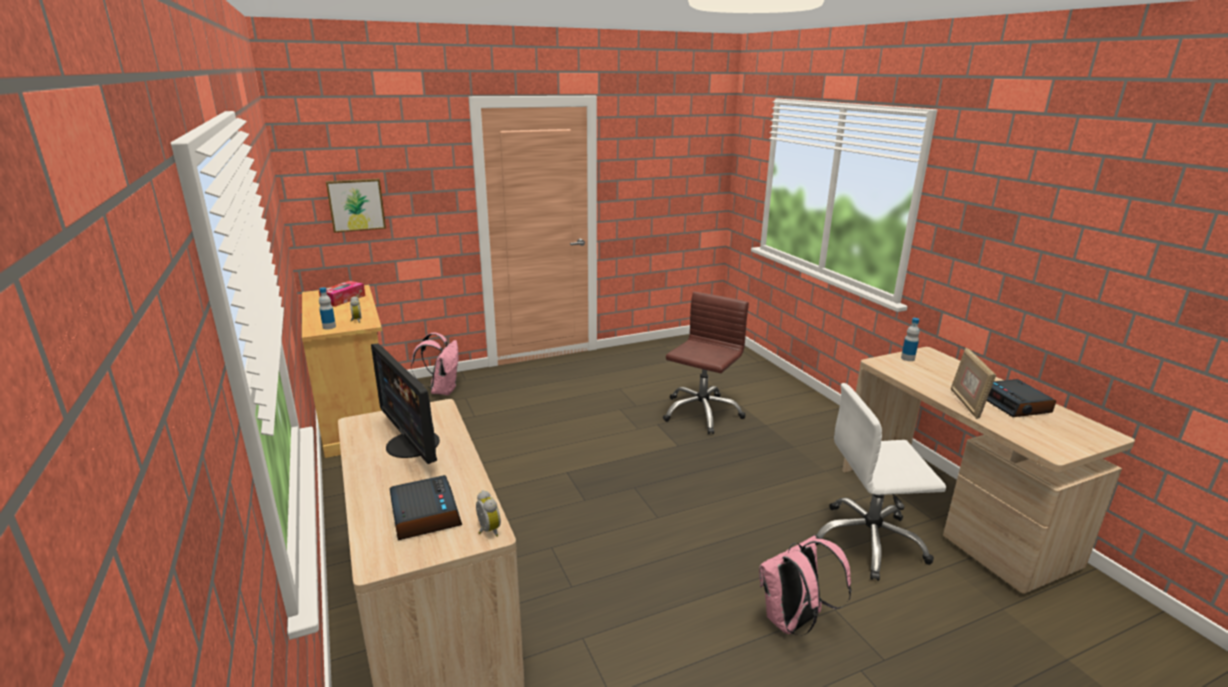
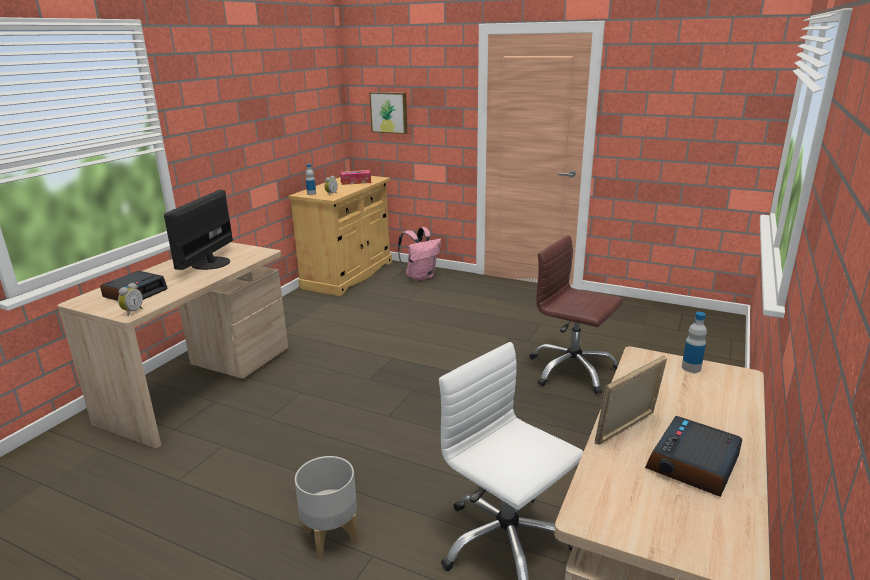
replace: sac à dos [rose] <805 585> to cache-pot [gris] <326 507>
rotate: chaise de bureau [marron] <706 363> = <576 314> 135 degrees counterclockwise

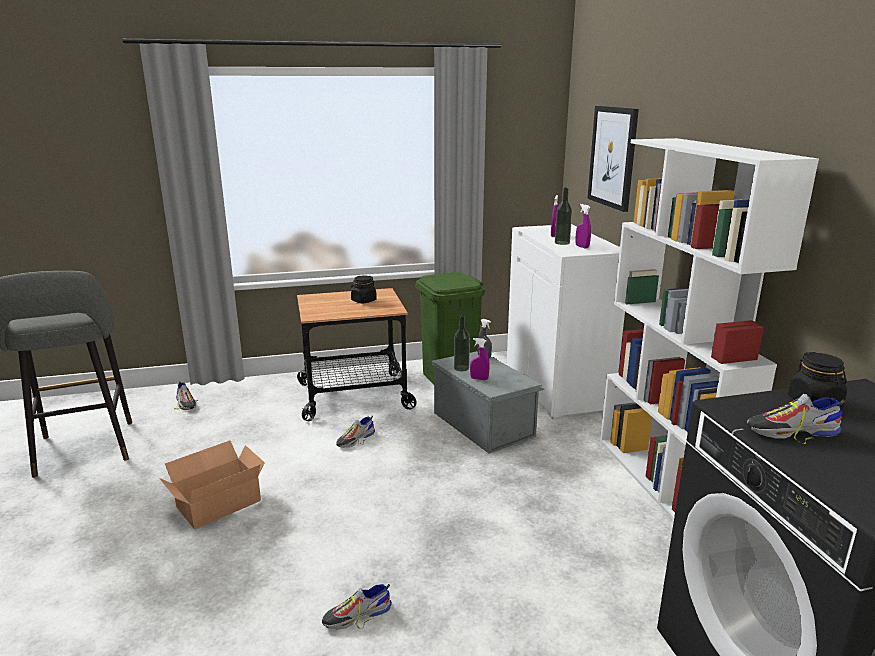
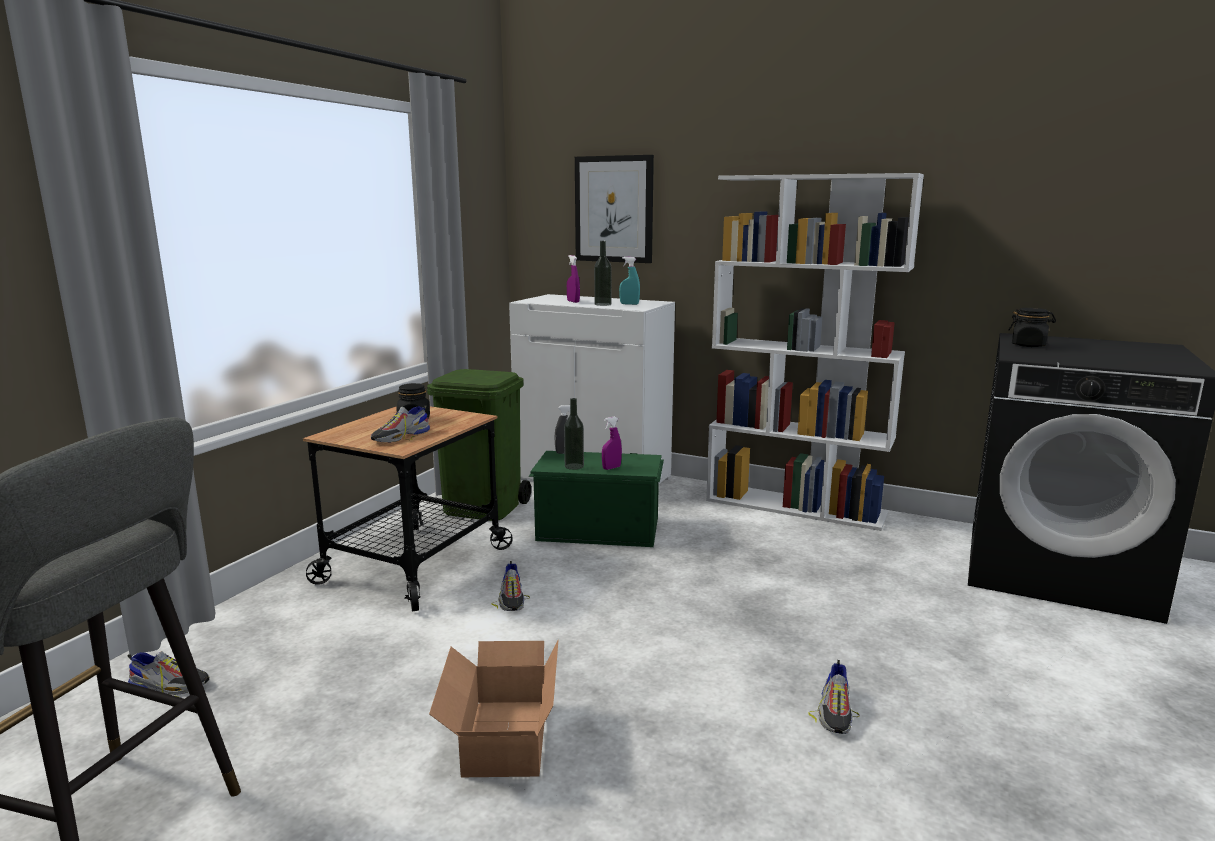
move: chaussure <796 419> to <400 424>
recolor: boîte de rangement [gris] <488 402> to boîte de rangement [vert] <596 499>; vaporisateur [violet] <583 226> to vaporisateur [turquoise] <629 281>

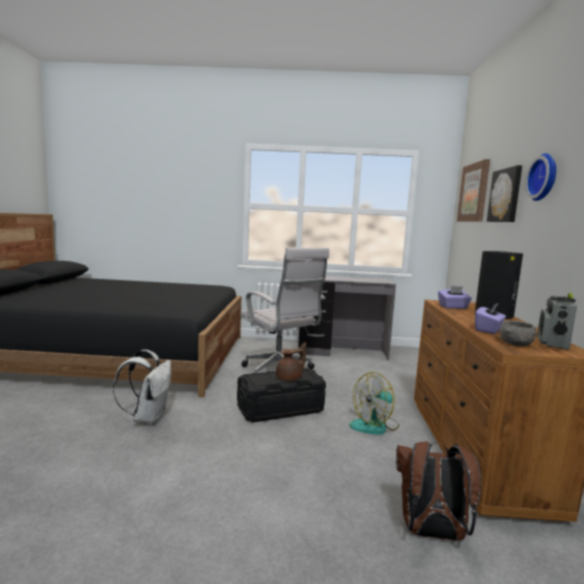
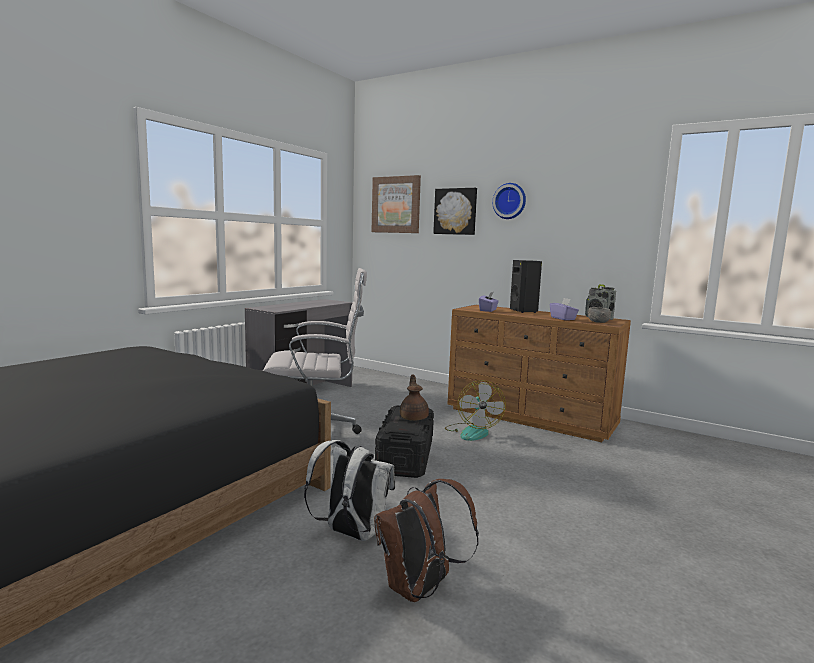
move: sac à dos [marron] <438 490> to <426 540>

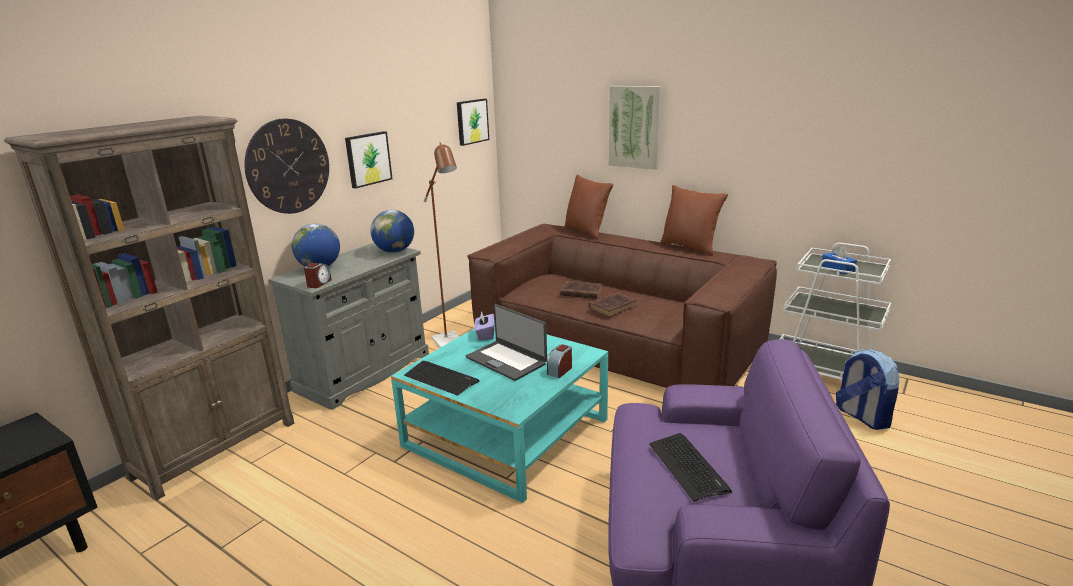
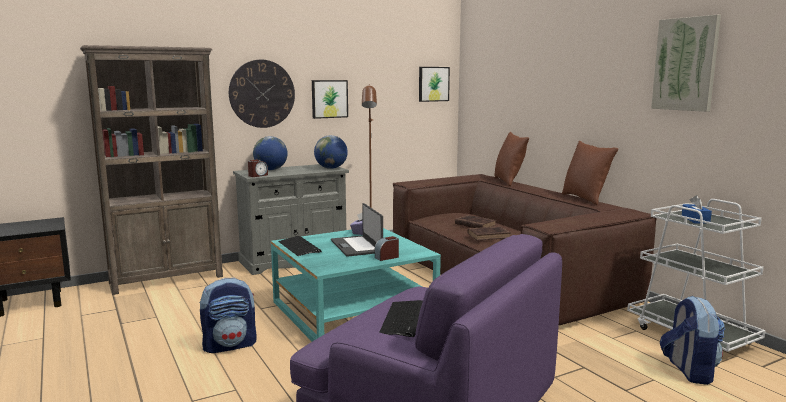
insert: sac à dos <228 315>
move: tableau <635 128> to <686 63>

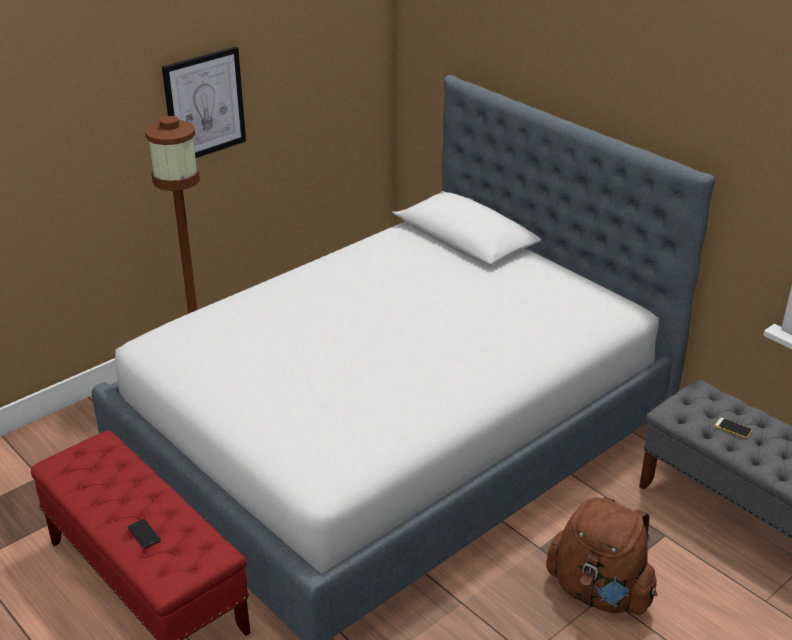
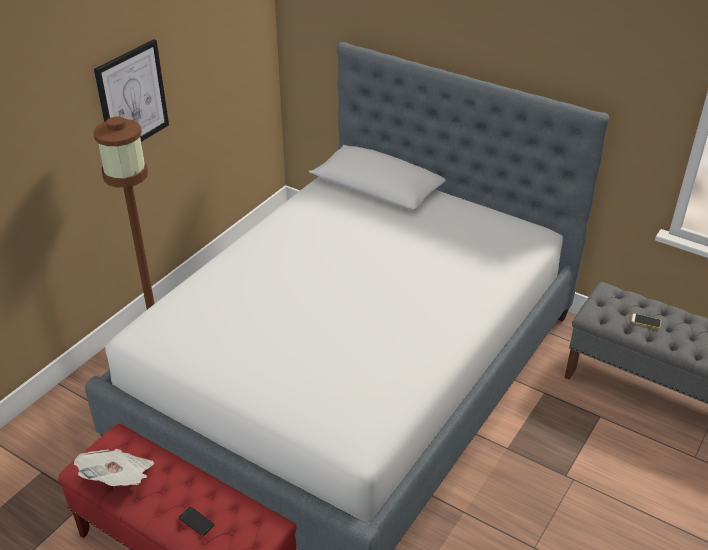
delete: sac à dos [marron] <602 556>
insert: journal <114 467>

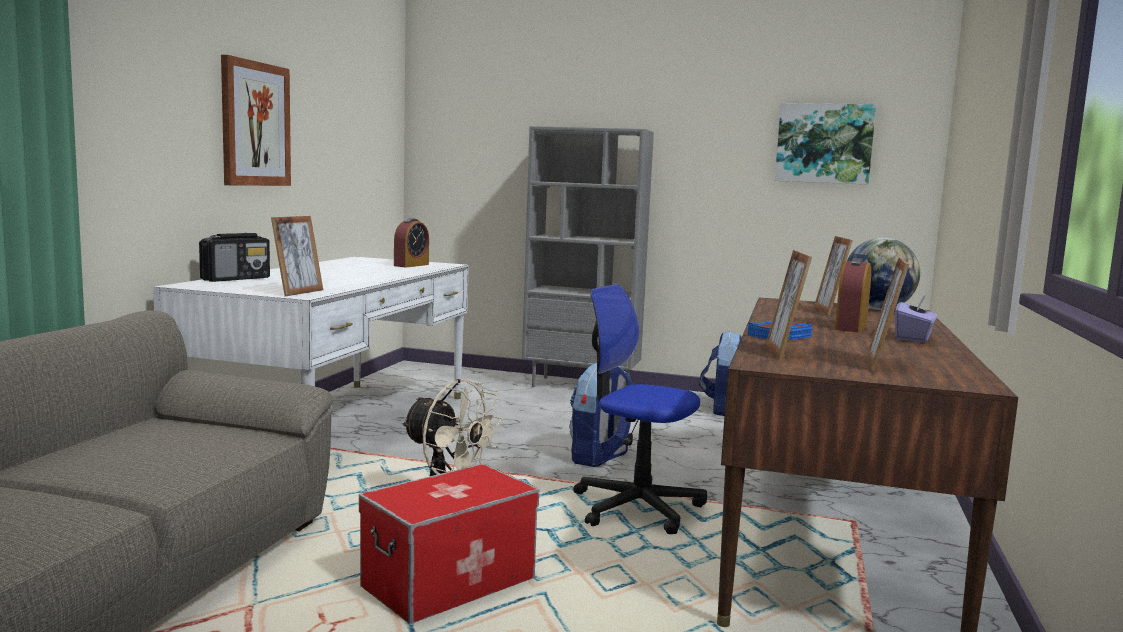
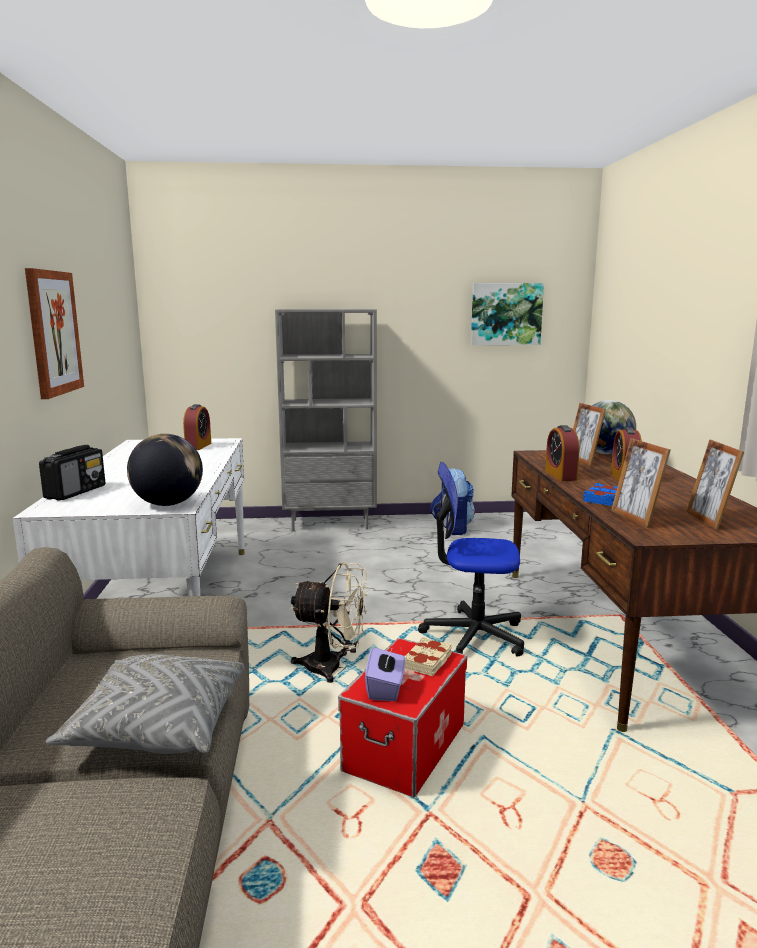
delete: sac à dos <601 415>
insert: coussin [gris] <145 704>; livre [beige] <428 656>; réveil <562 453>
move: boîte à mouchoirs [violet] <916 318> to <385 674>
replace: cadre photo <297 256> to globe <165 470>

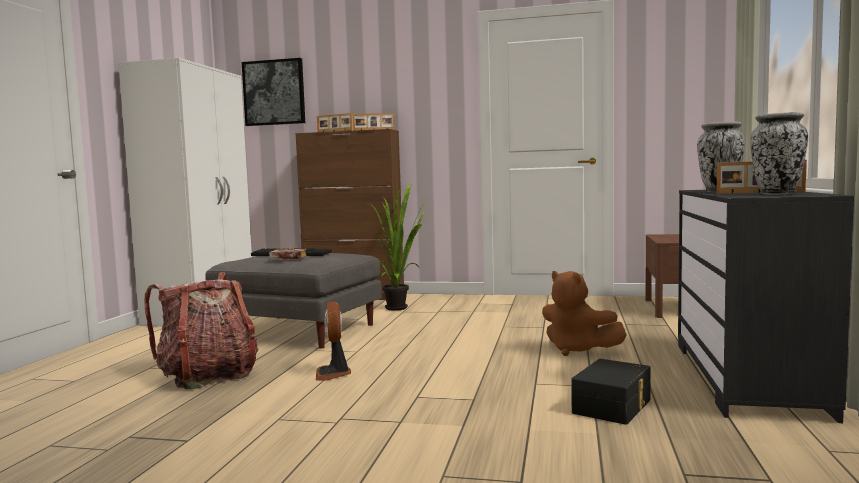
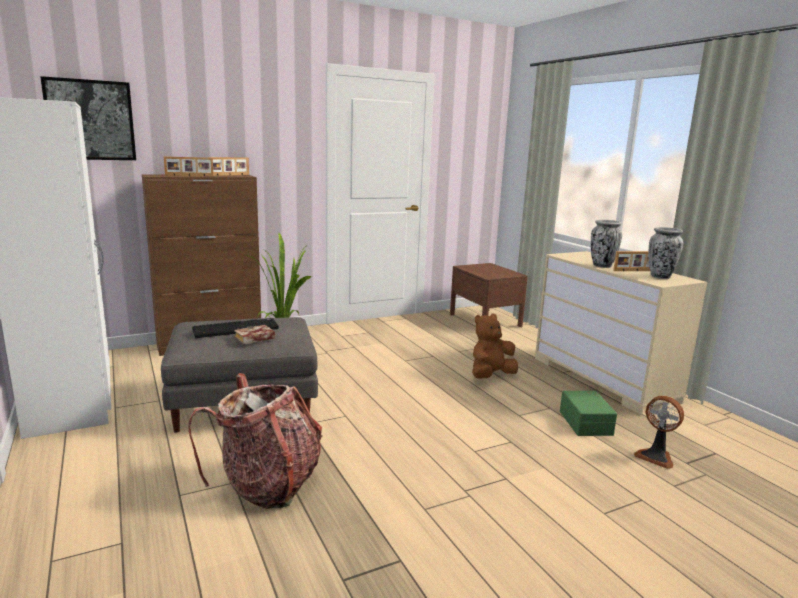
move: ventilateur <333 341> to <659 432>
recolor: boîte de rangement [noir] <611 392> to boîte de rangement [vert] <588 413>; commode [noir] <766 306> to commode [beige] <621 333>
rotate: peluche [marron] <584 313> = <495 346> 135 degrees clockwise

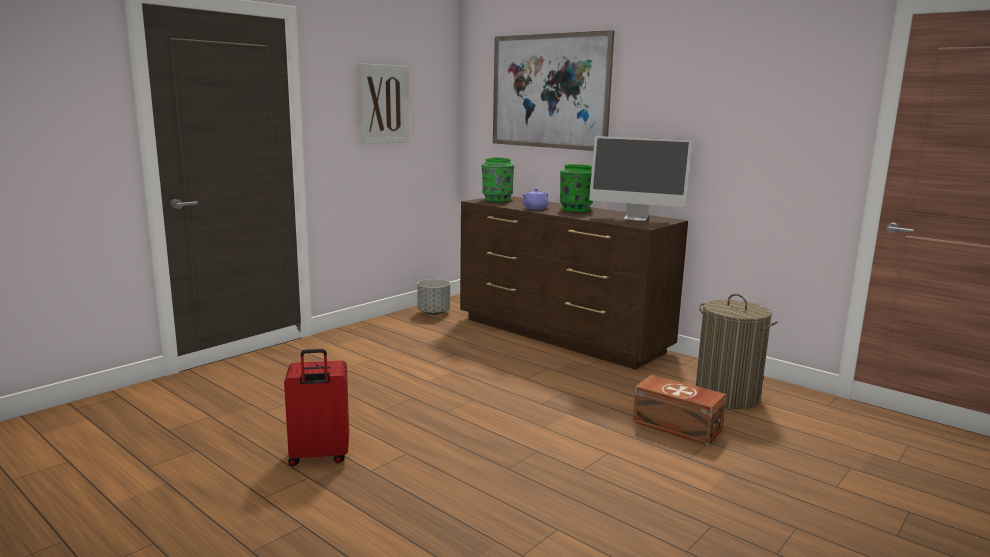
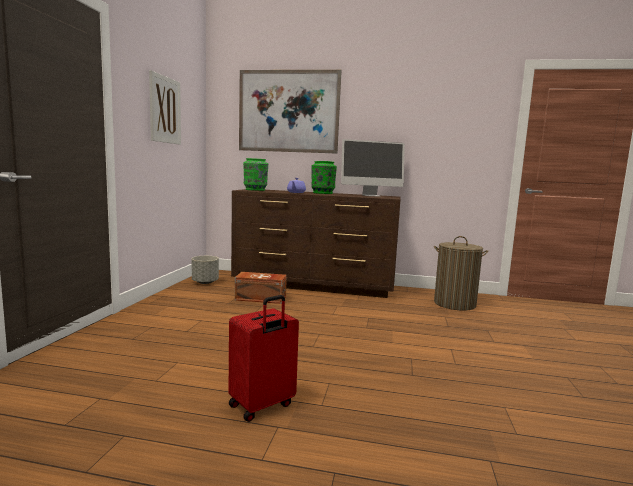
move: boîte de rangement [marron] <679 410> to <261 288>

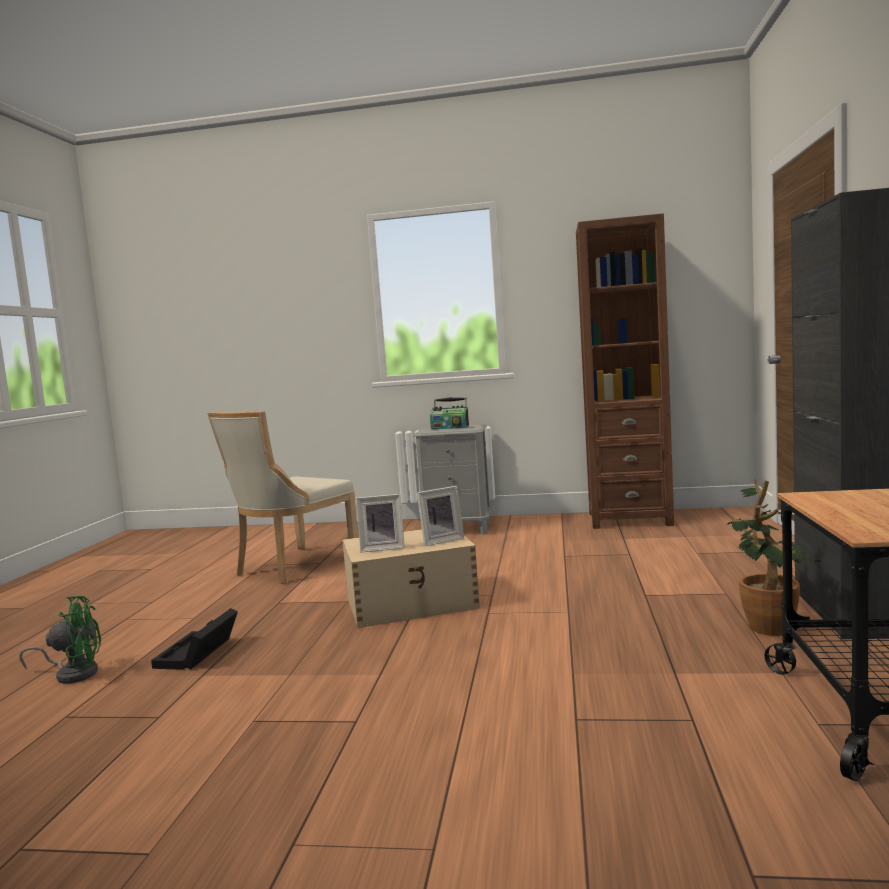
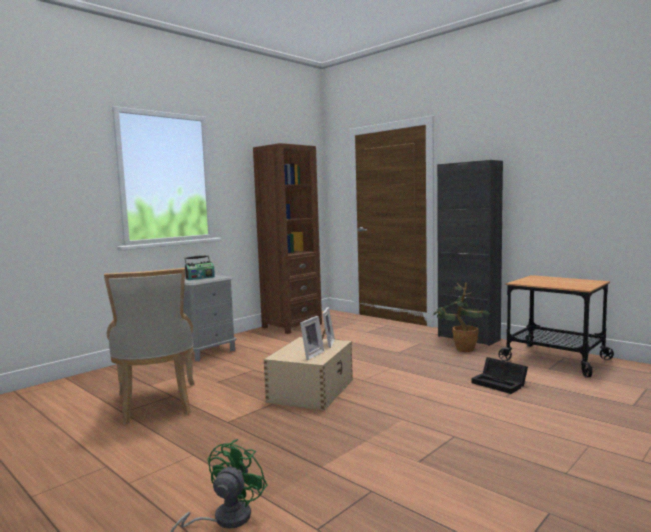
move: boîte de rangement [noir] <194 639> to <500 375>

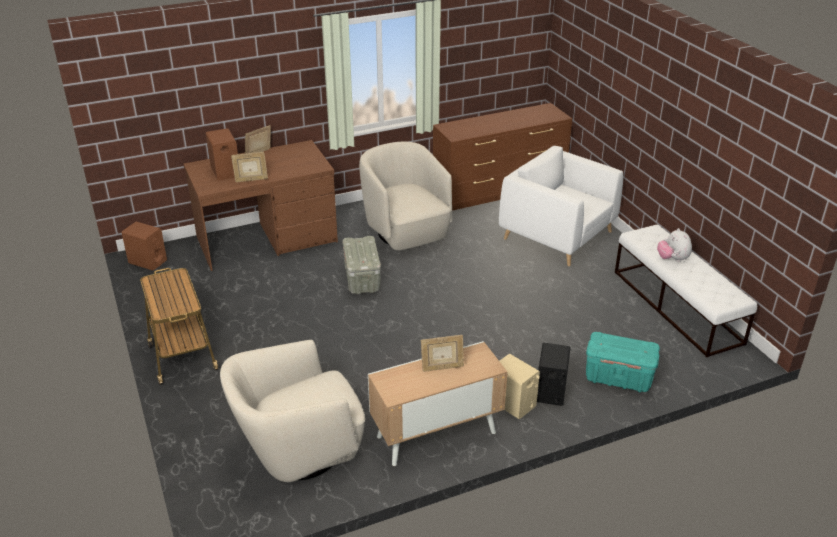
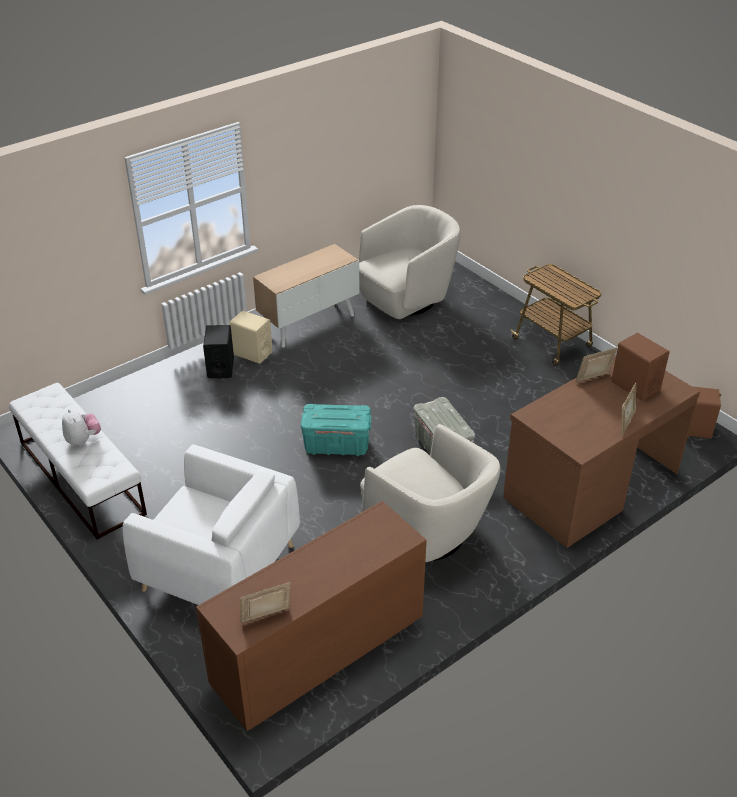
move: cadre photo <442 353> to <265 602>; boîte de rangement [turquoise] <623 362> to <336 430>

